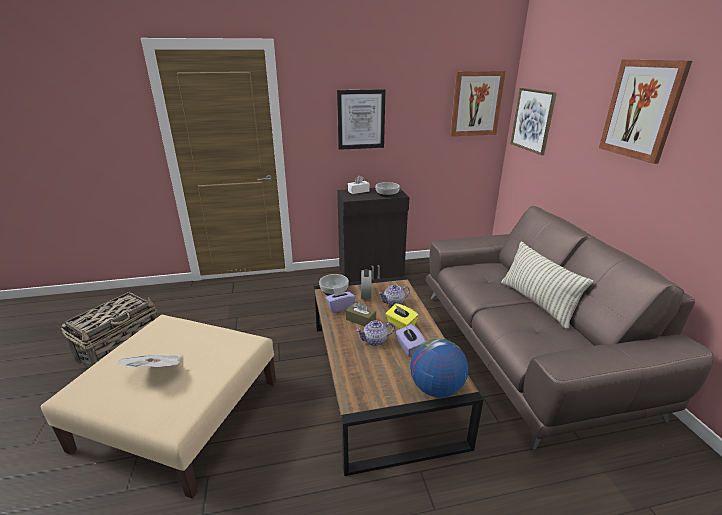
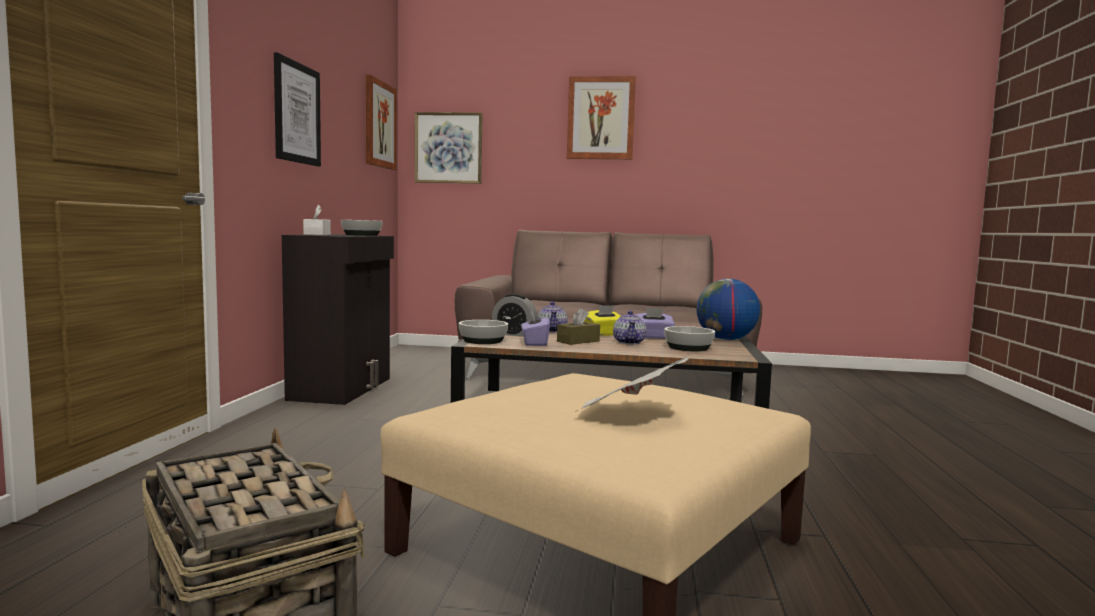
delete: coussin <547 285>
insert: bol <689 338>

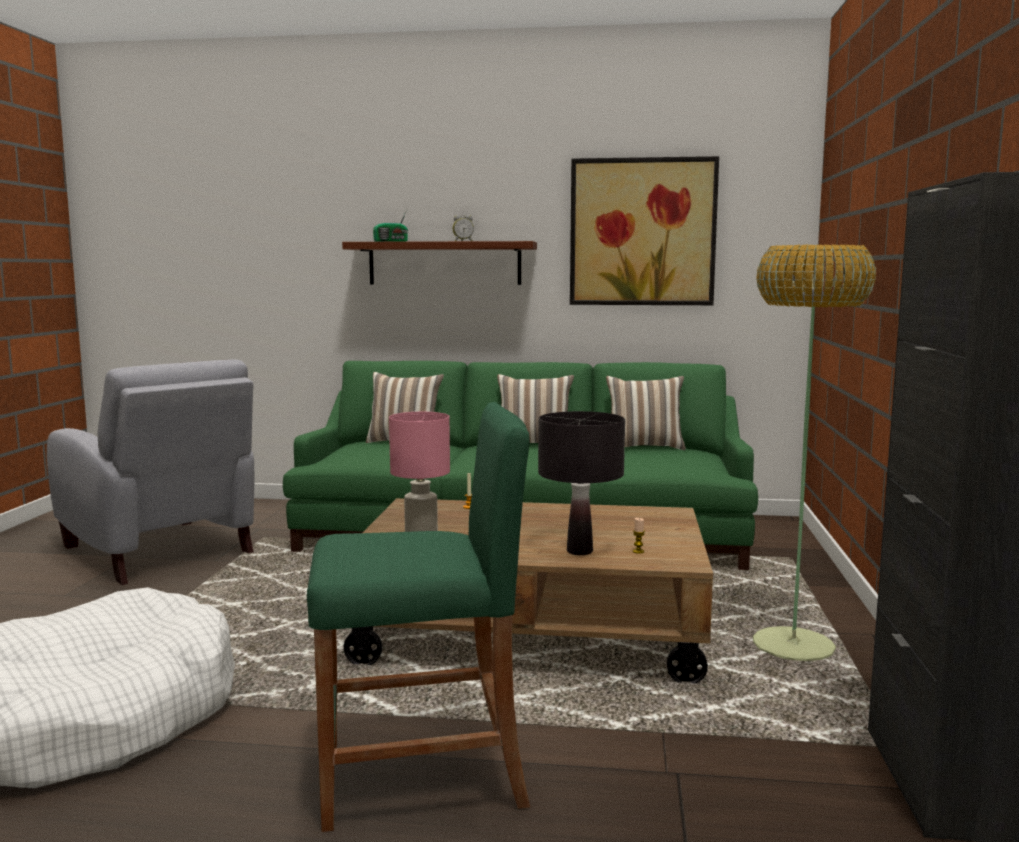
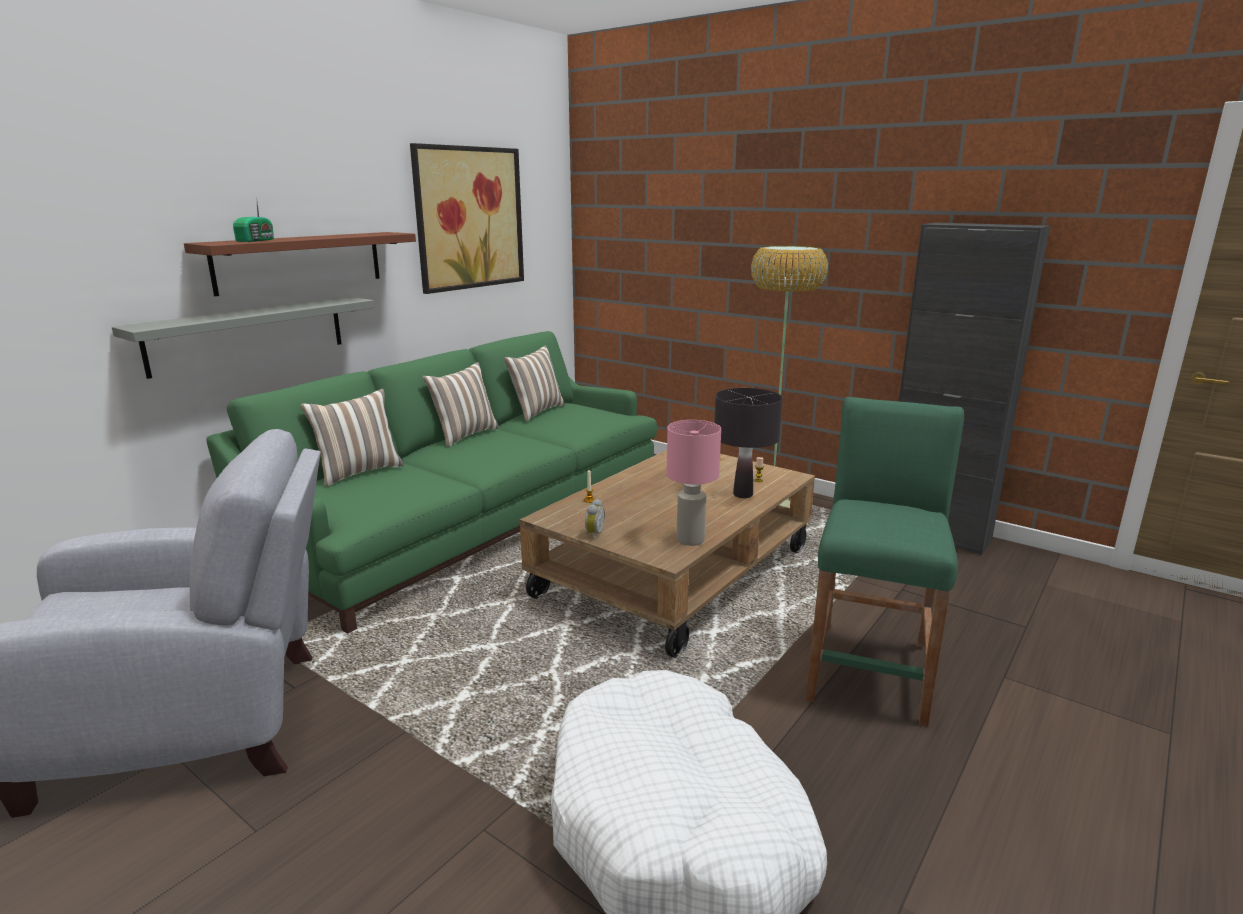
insert: étagère [gris] <243 338>
move: réveil <463 228> to <595 519>

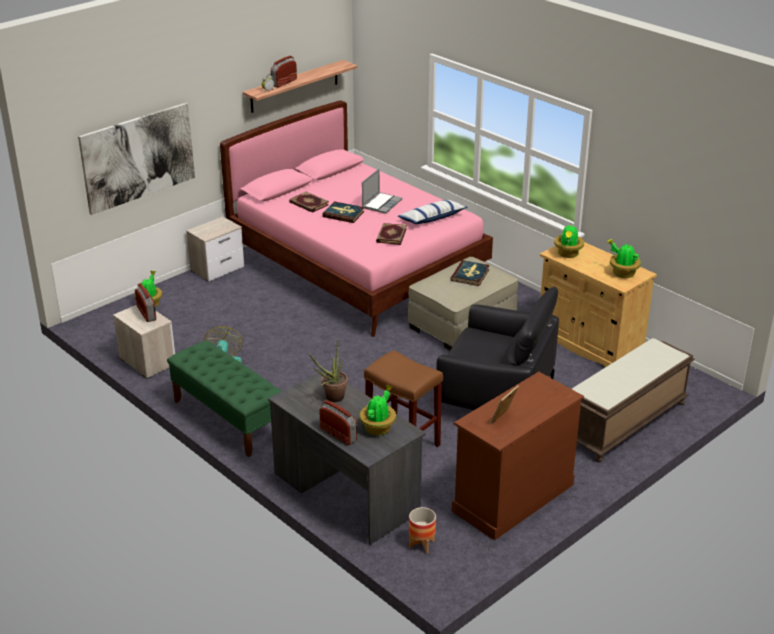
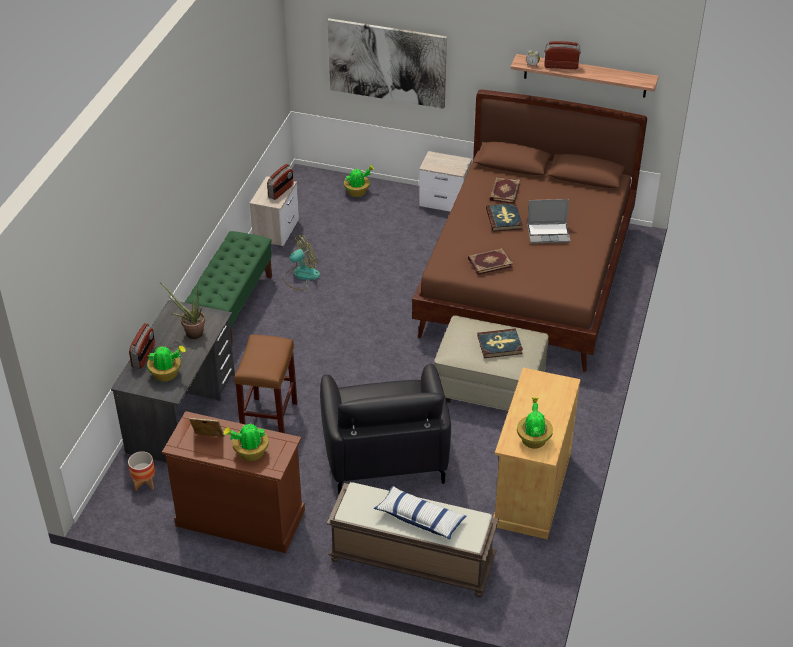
move: coussin <432 212> to <420 512>; plante en pot <569 241> to <246 442>
recolor: lit [rose] <356 218> to lit [marron] <529 230>

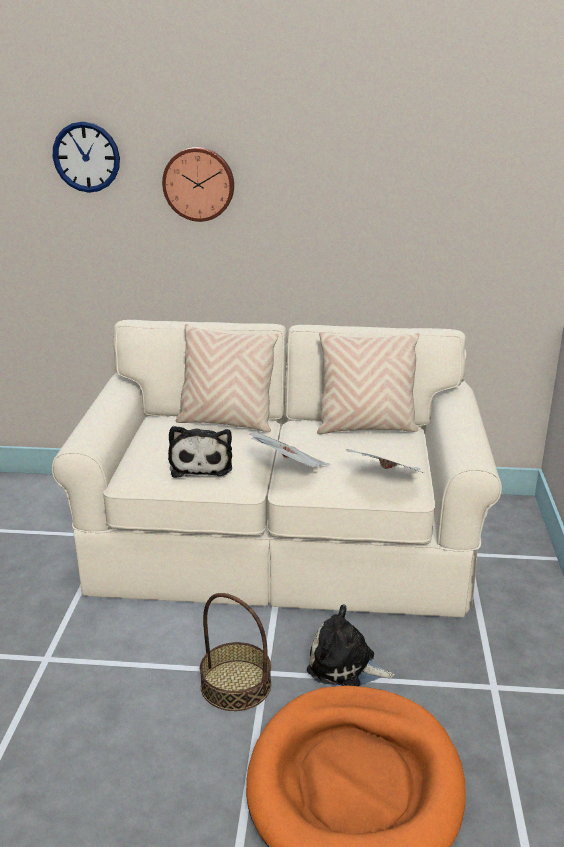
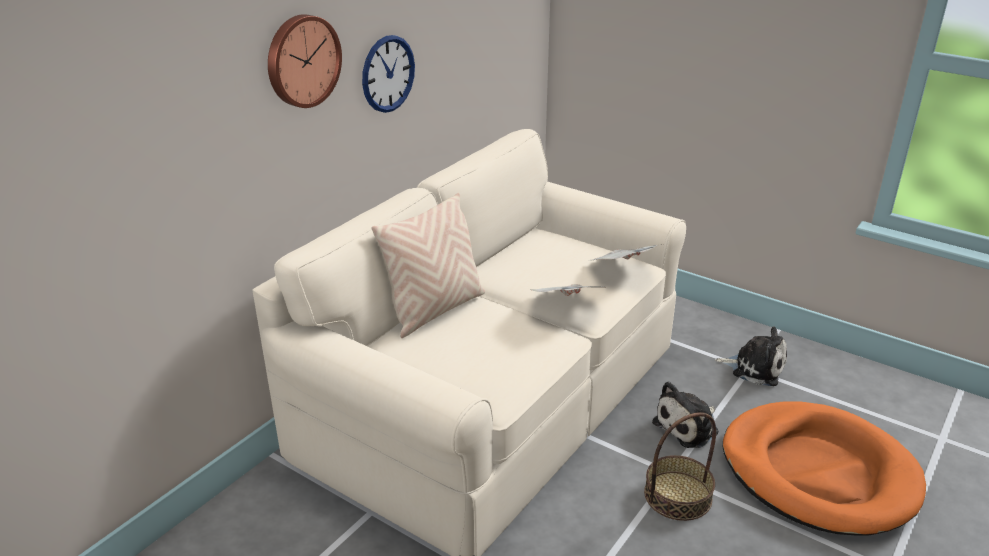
delete: coussin [beige] <368 383>
move: horloge murale <86 157> to <388 74>; peluche <200 452> to <751 356>

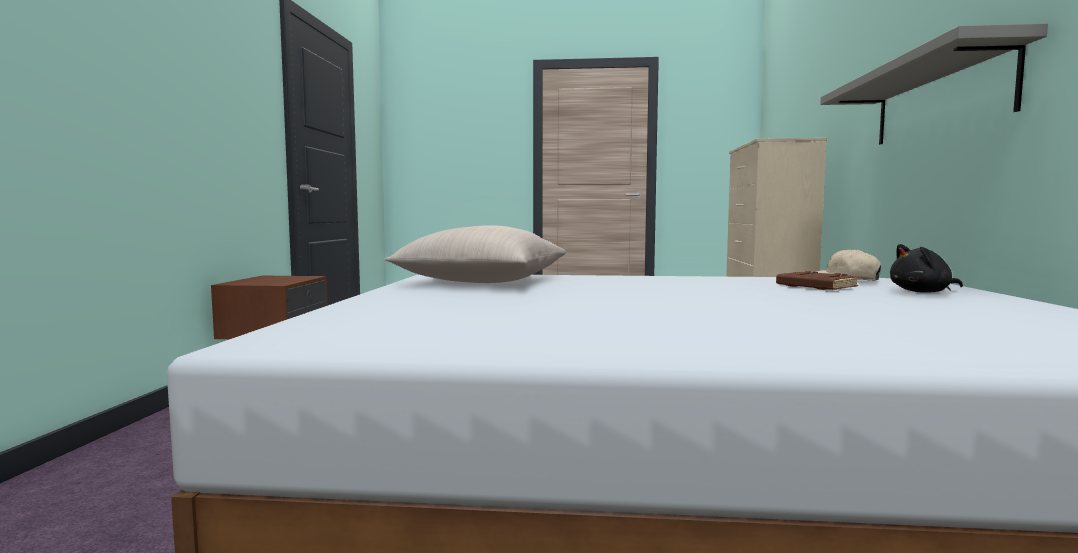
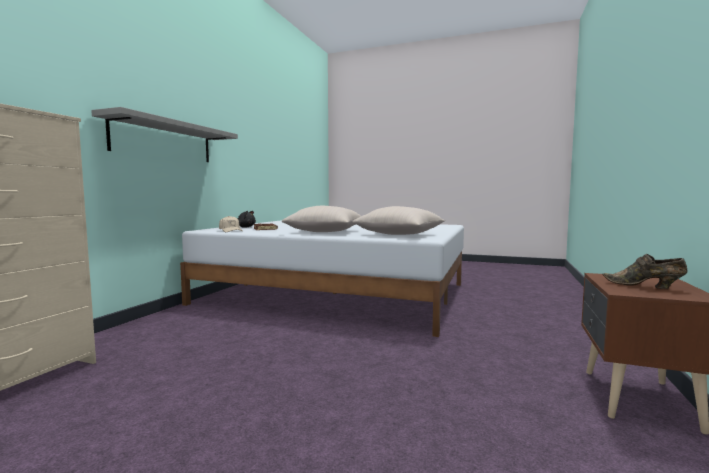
insert: coussin [beige] <321 219>; chaussure [marron] <645 271>

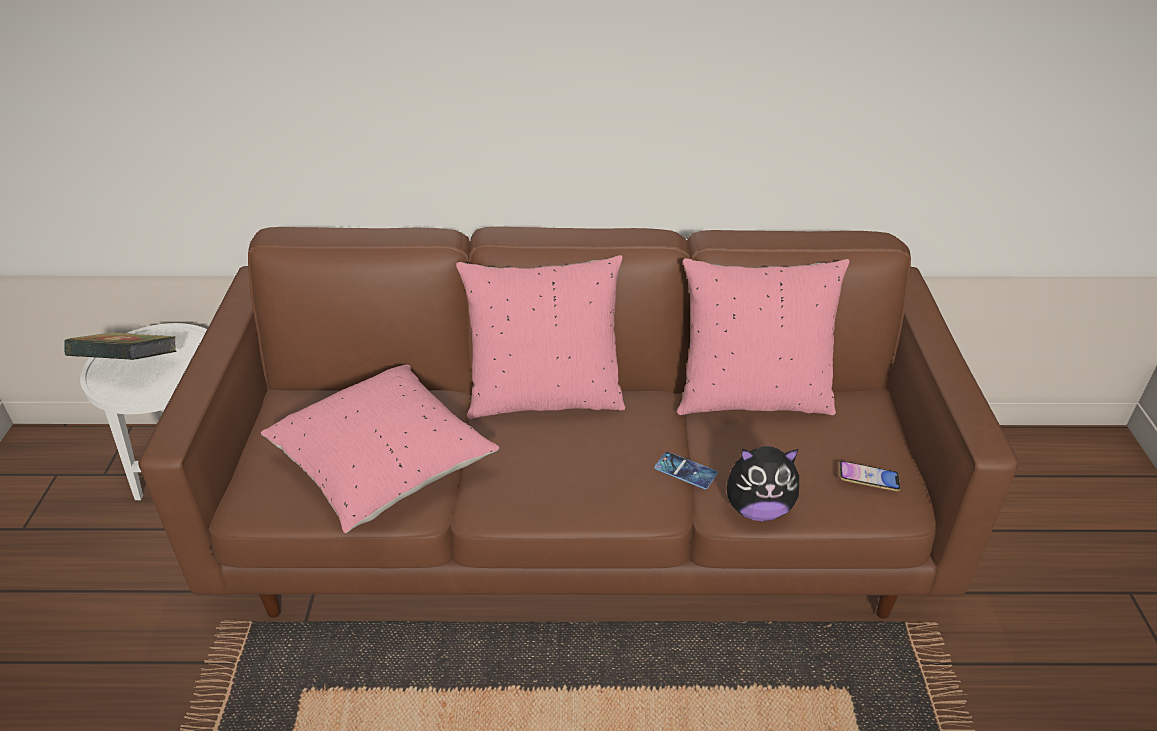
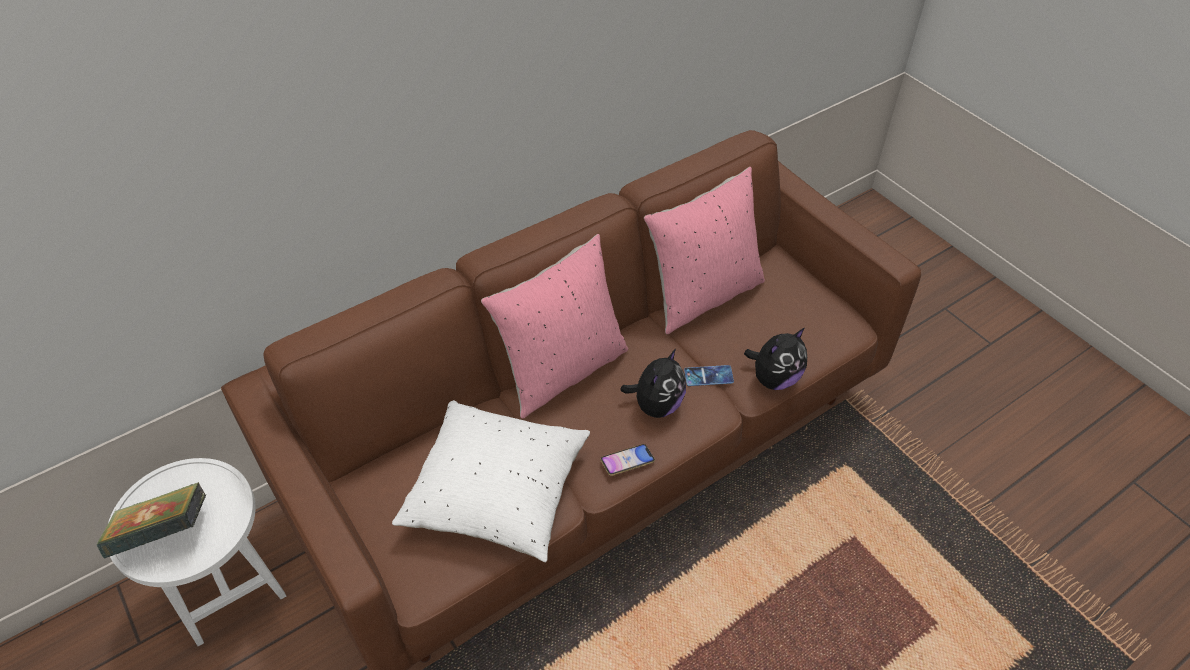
insert: peluche <653 383>
move: téléphone <870 476> to <627 460>
recolor: coussin [rose] <380 449> to coussin [blanc] <491 481>

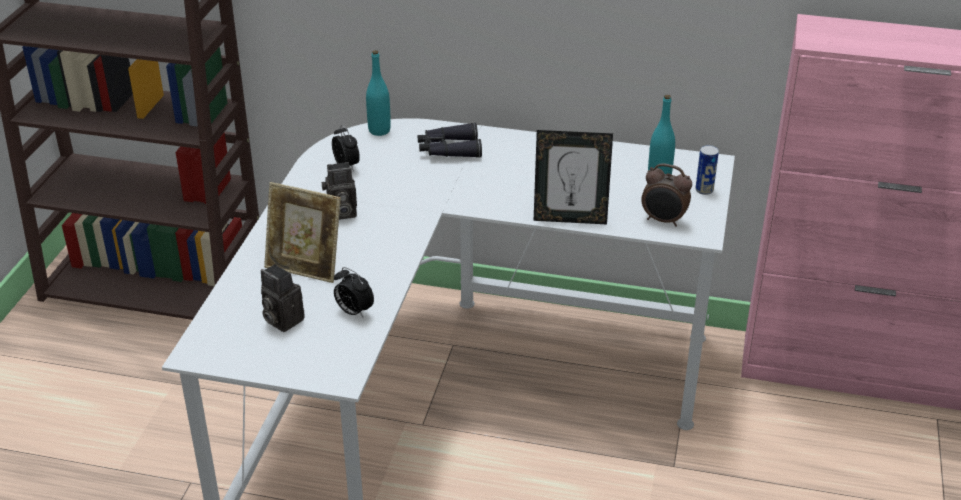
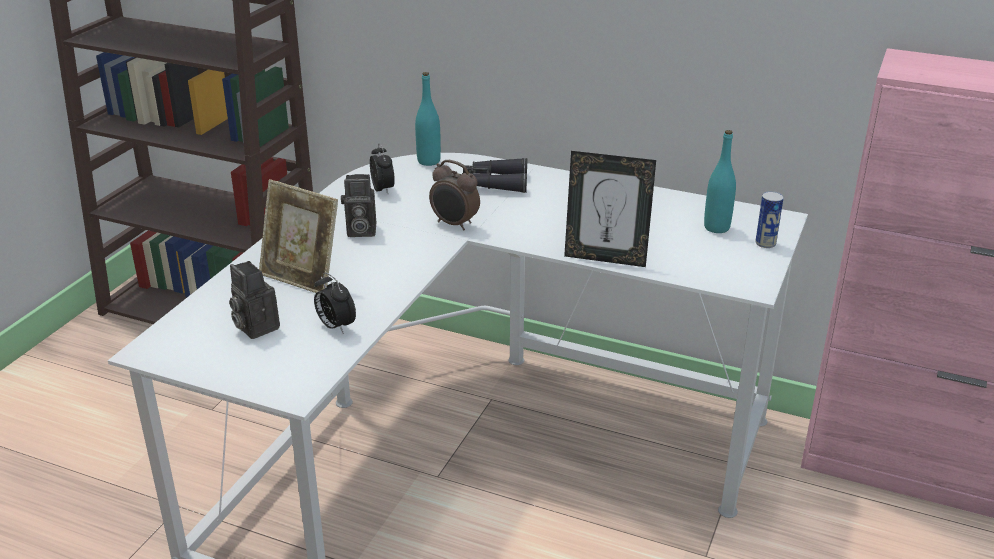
move: réveil <667 195> to <454 195>

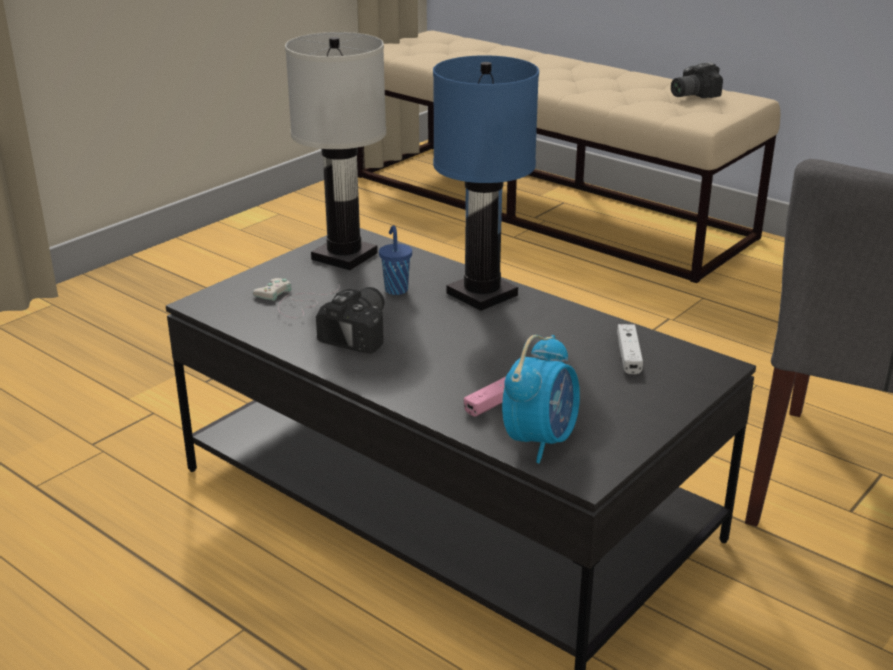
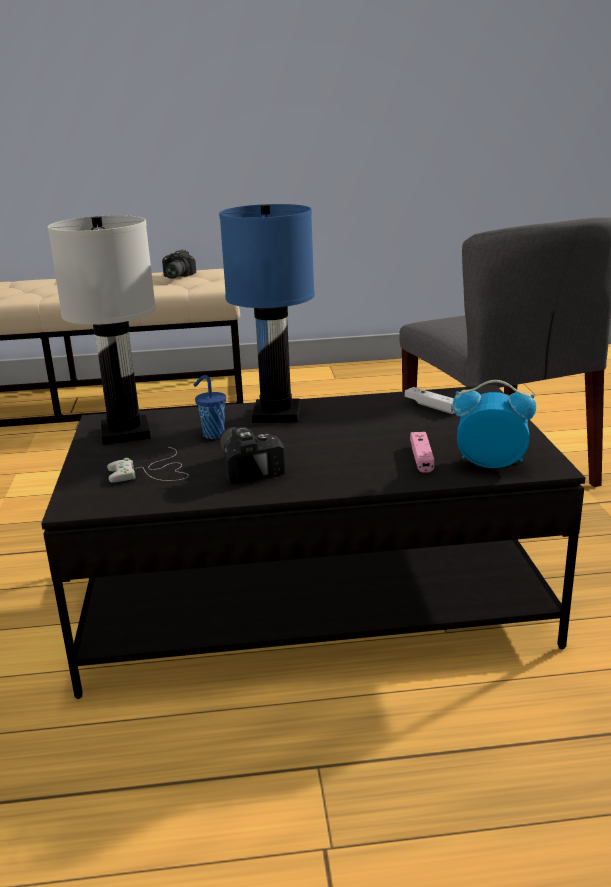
rotate: réveil <541 399> = <494 424> 60 degrees counterclockwise

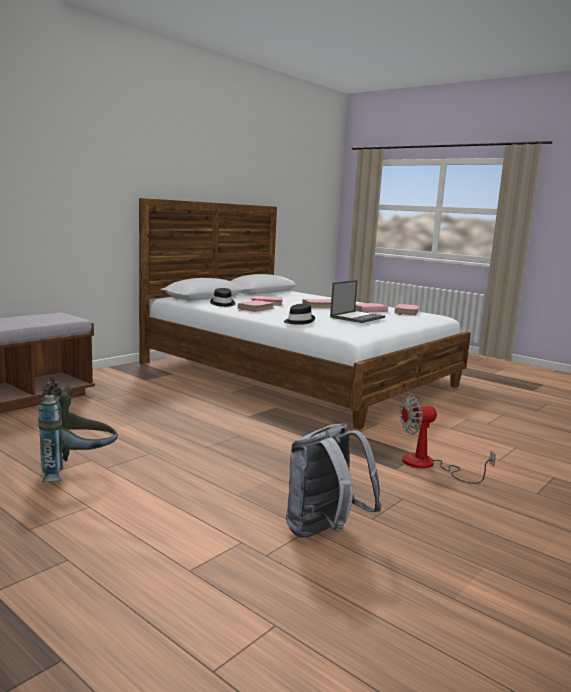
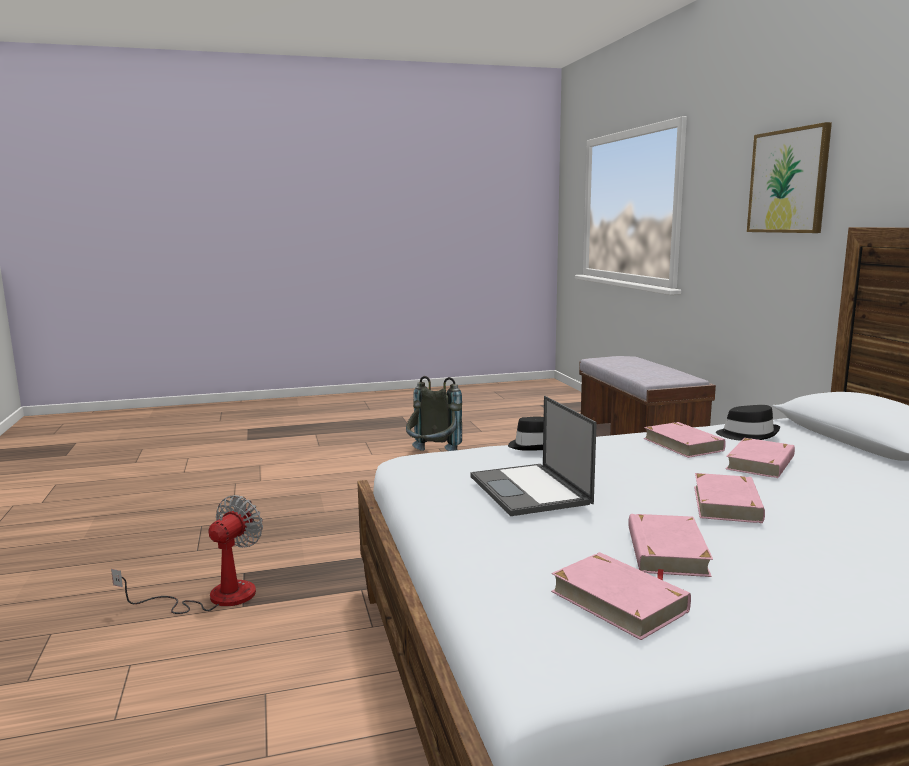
delete: sac à dos [gris] <334 480>
insert: tableau <789 177>

